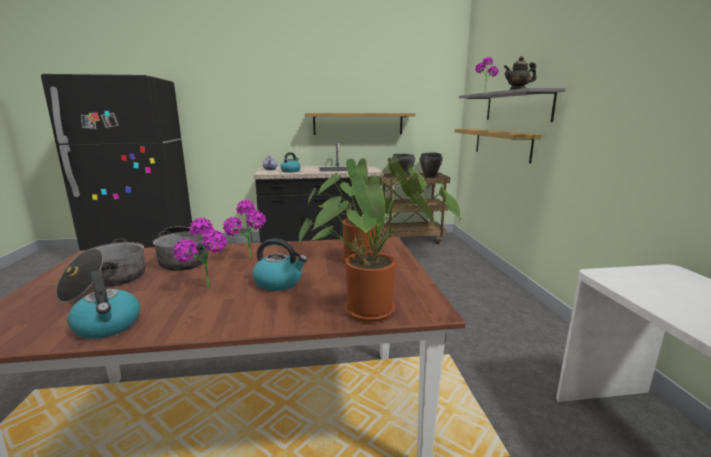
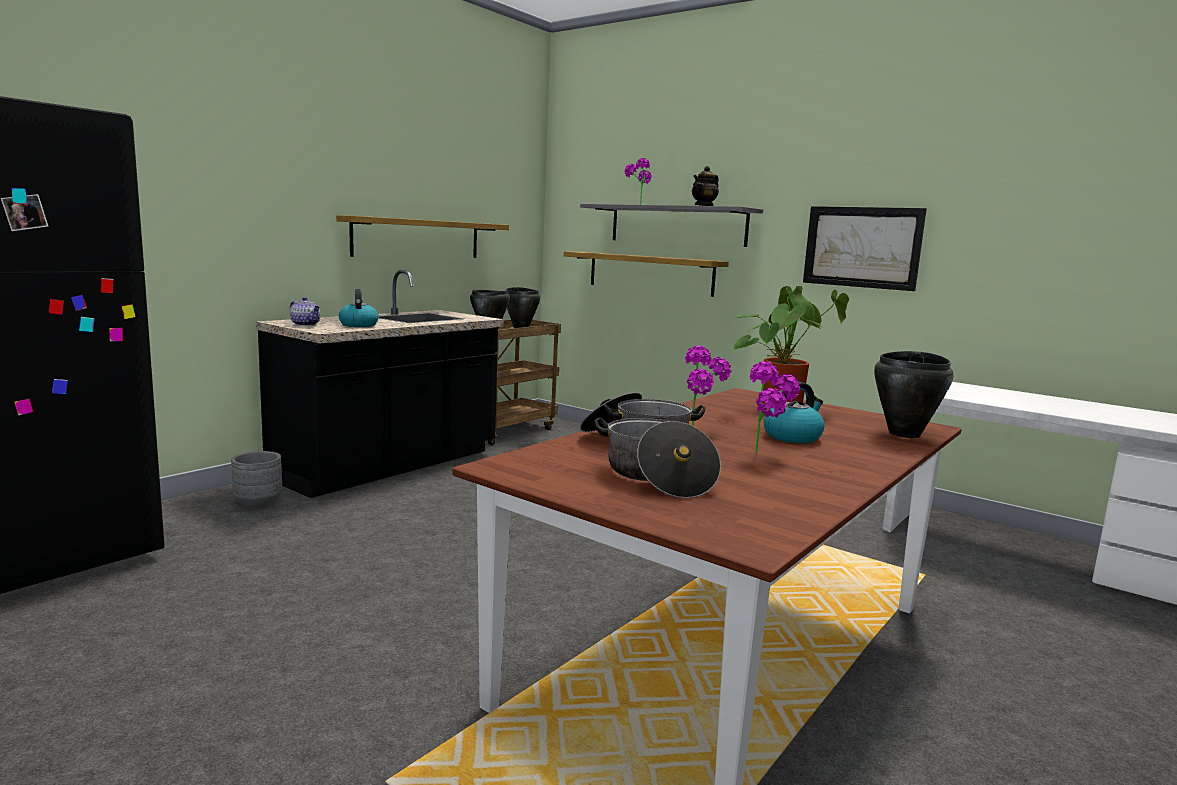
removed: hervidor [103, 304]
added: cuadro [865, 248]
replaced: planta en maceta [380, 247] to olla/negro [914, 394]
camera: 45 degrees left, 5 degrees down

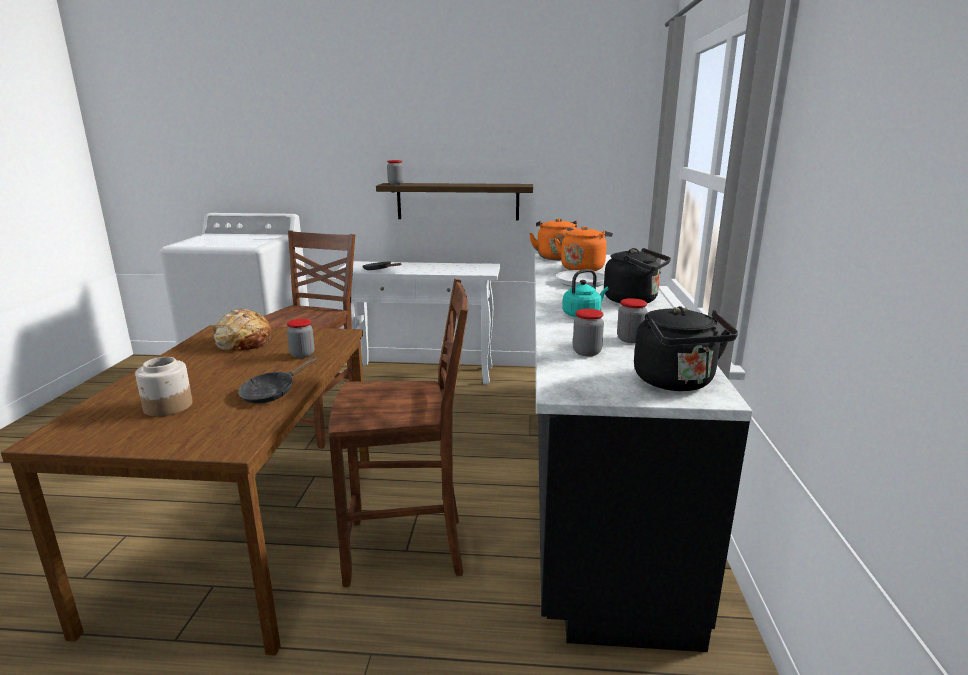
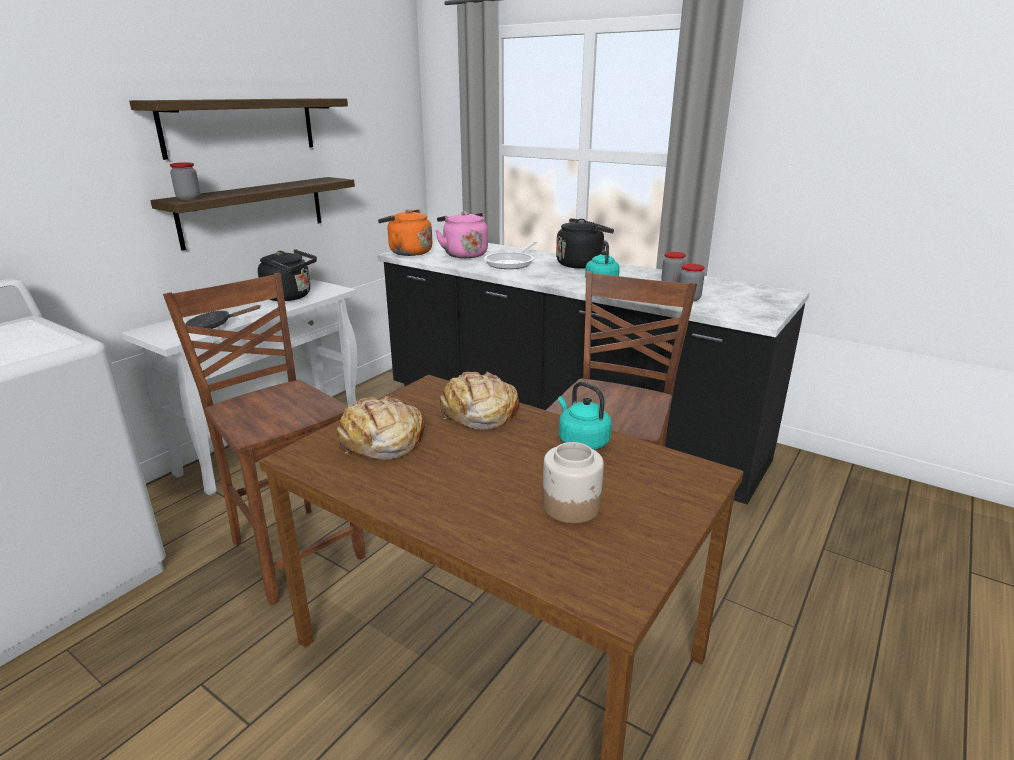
added: estante [238, 129]
moved: hervidor/negro [686, 348] to [287, 275]
replaced: tarro [300, 338] to pan [479, 401]; sartén/negro [277, 380] to hervidor/turquesa [585, 416]
recoloured: hervidor/naranja [584, 248] to hervidor/rosa [461, 234]
camera: 60 degrees left, 5 degrees up

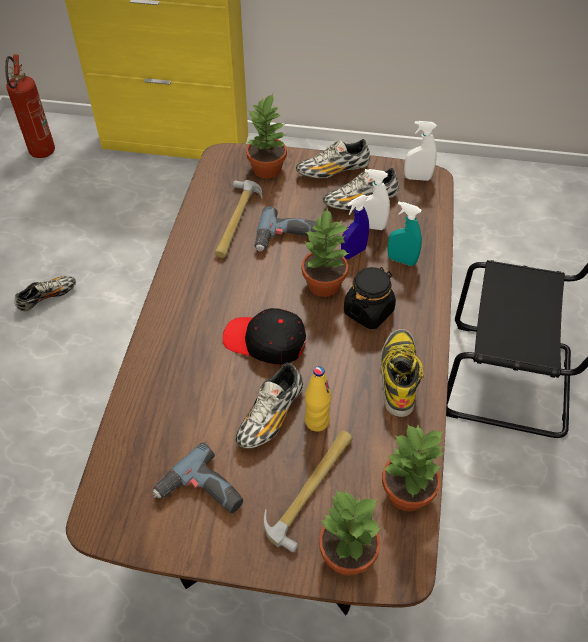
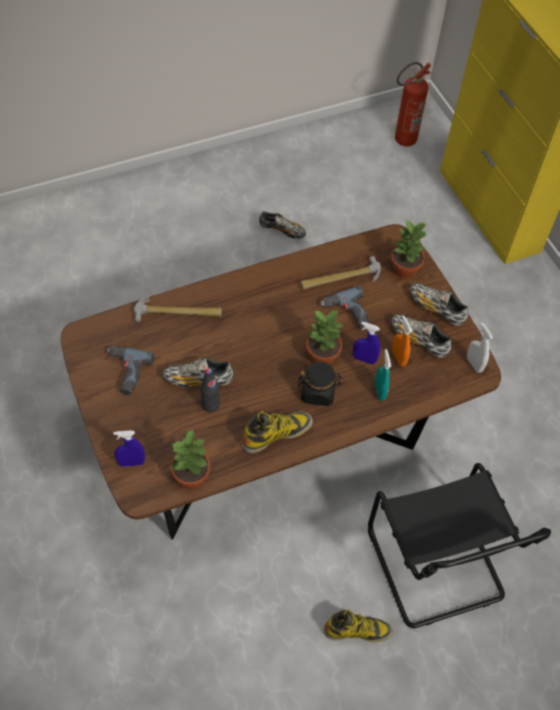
removed: gorra/negro [264, 336]
added: bota [358, 626]
moved: martillo [308, 491] to [178, 309]
replaced: planta en maceta [350, 533] to pulverizador/azul [129, 449]
recoloured: botella/amarillo [318, 399] to botella/negro [210, 390]; pulverizador/blanco [377, 199] to pulverizador/naranja [402, 341]
camera: 55 degrees right, 5 degrees up

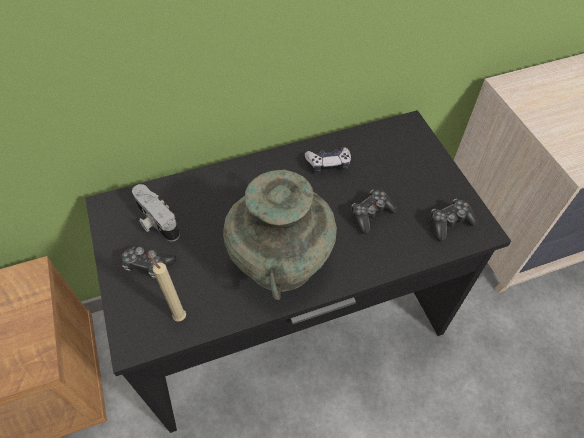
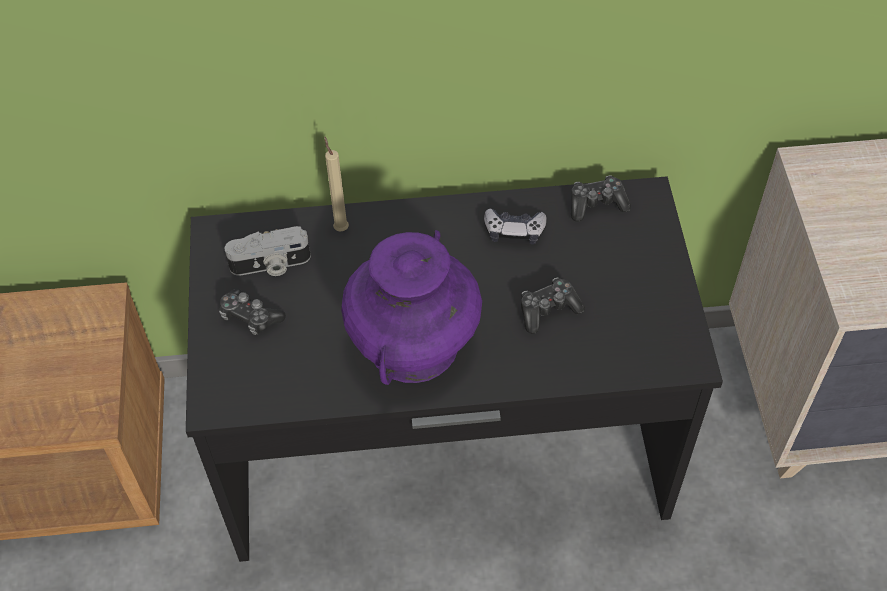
moved: vela/beis [167, 287] to [336, 184]; mando de consola [454, 220] to [601, 199]
recoloured: florero/turquesa [280, 234] to florero/morado [411, 307]
turned: cámara [156, 212] = [267, 251] 75 degrees counterclockwise
camera: 15 degrees right, 0 degrees up

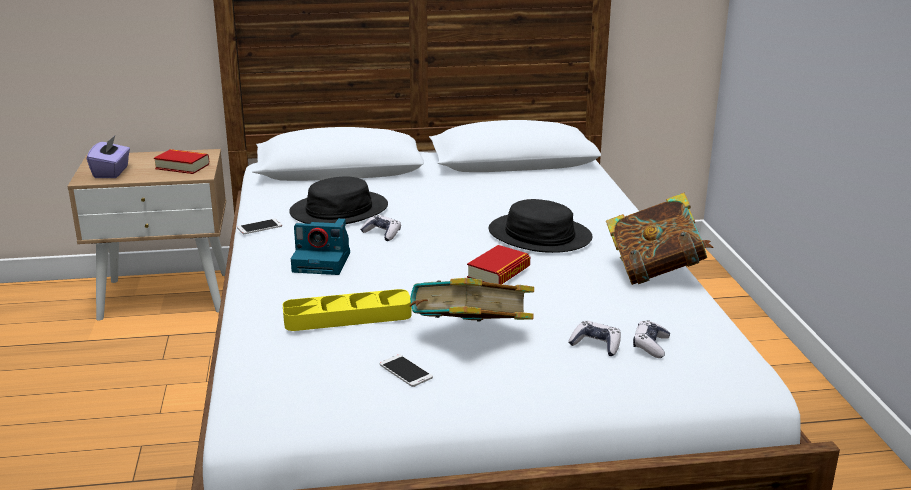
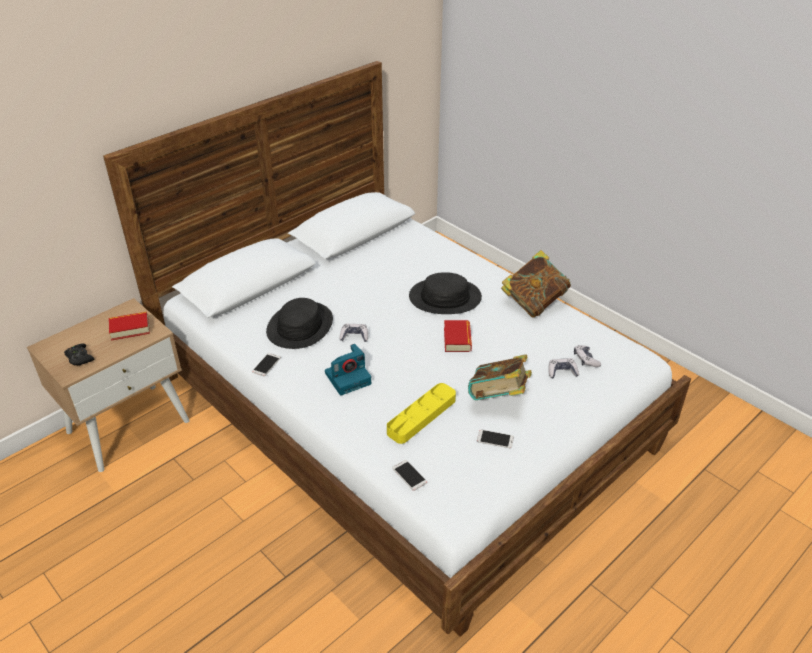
added: móvil [409, 475]
replaced: caja de pañuelos/morado [108, 157] to mando de consola/negro [79, 355]
camera: 35 degrees left, 15 degrees up

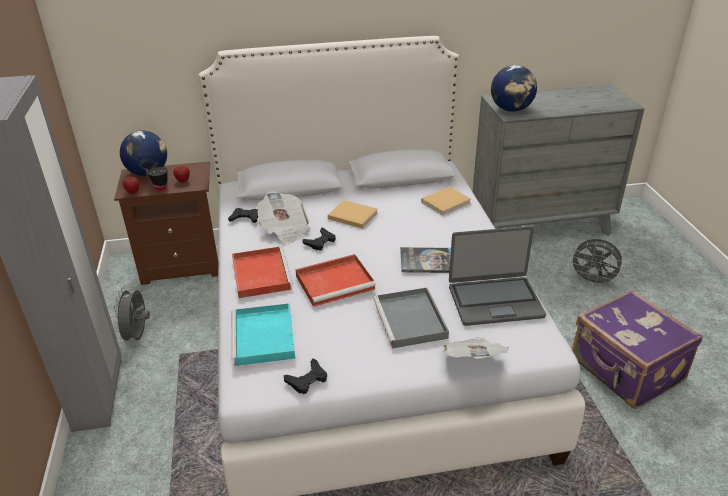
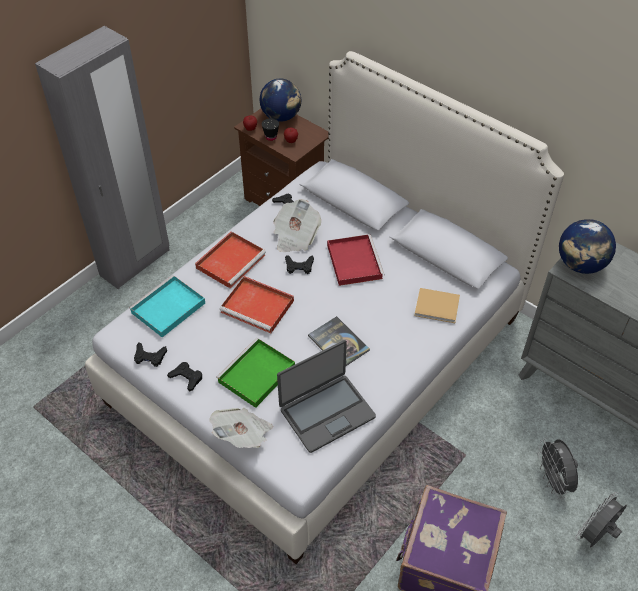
added: mando de consola/negro [184, 377]
moved: ventilador/gris [131, 315] to [601, 519]
replaced: libro/beis [353, 214] to bandeja/rojo [356, 260]
recoloured: bandeja/gris [411, 318] to bandeja/verde [255, 373]
turned: portátil [497, 276] = [326, 396] 75 degrees counterclockwise
camera: 50 degrees right, 15 degrees up

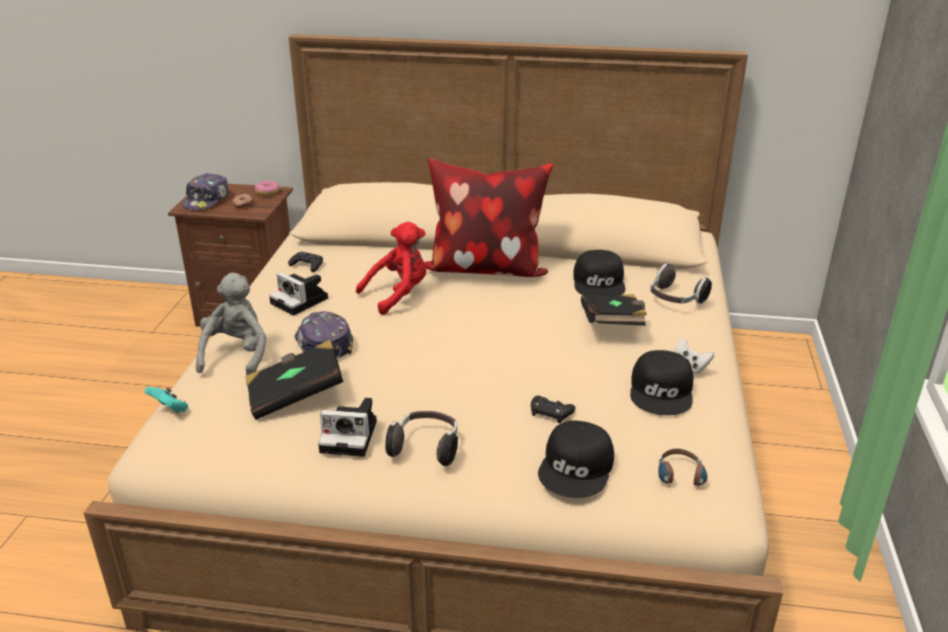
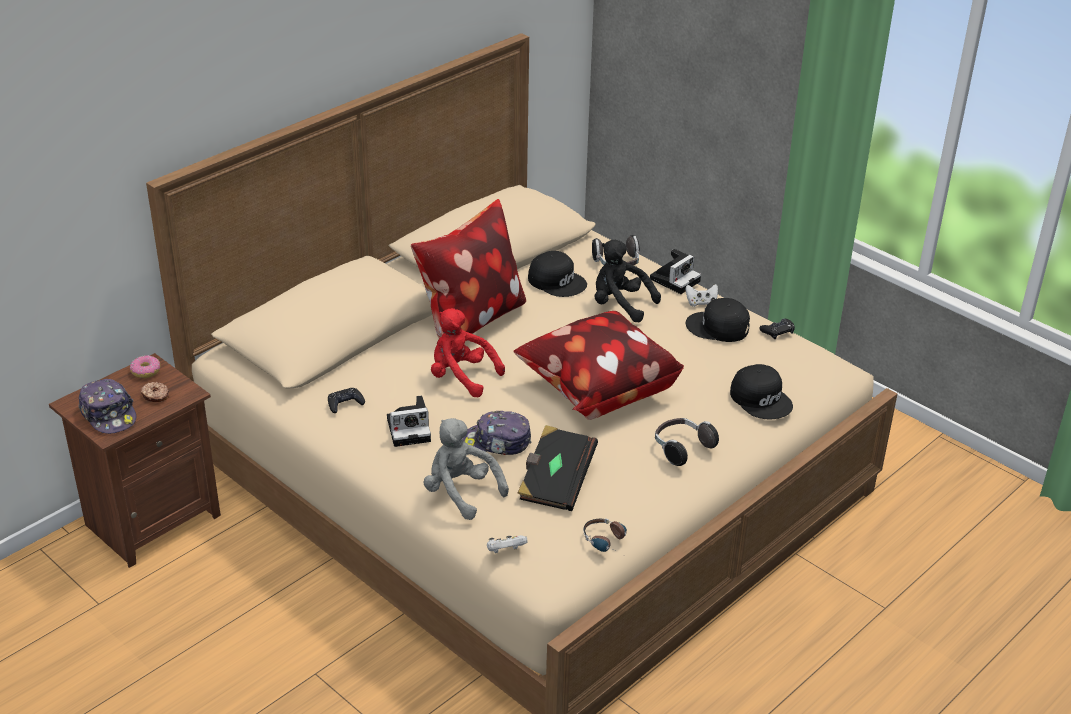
added: cojín [599, 365]
moved: auriculares [682, 470] to [605, 536]; cámara [347, 427] to [675, 271]; mando de consola/negro [553, 409] to [777, 329]
replaced: libro/negro [614, 310] to peluche/negro [627, 281]
recoloured: mando de consola/turquesa [166, 400] to mando de consola/blanco [507, 544]
turned: peluche/rojo [391, 268] = [468, 352] 60 degrees counterclockwise; gorra/negro [662, 382] = [718, 320] 150 degrees clockwise
camera: 55 degrees left, 5 degrees up

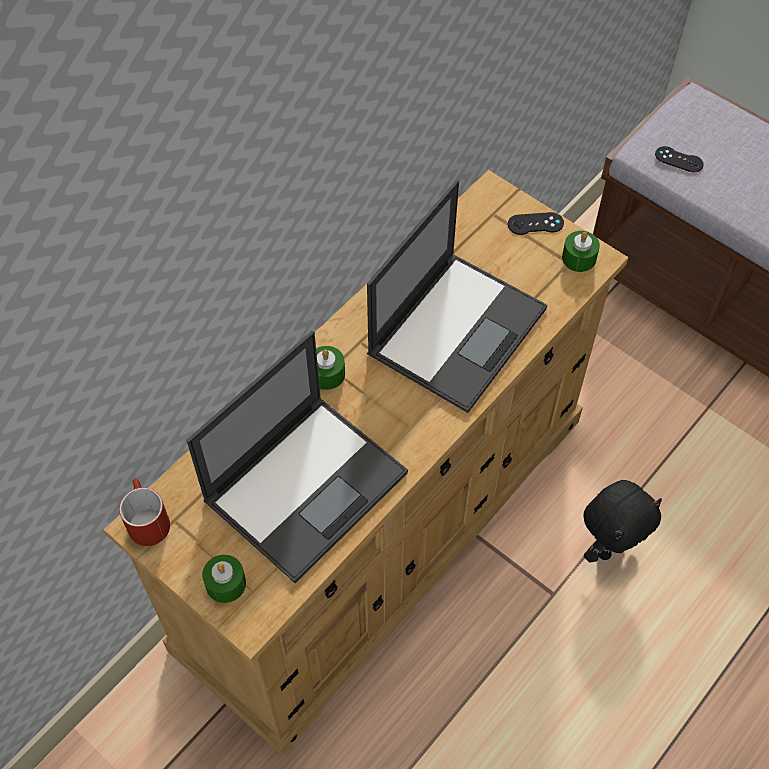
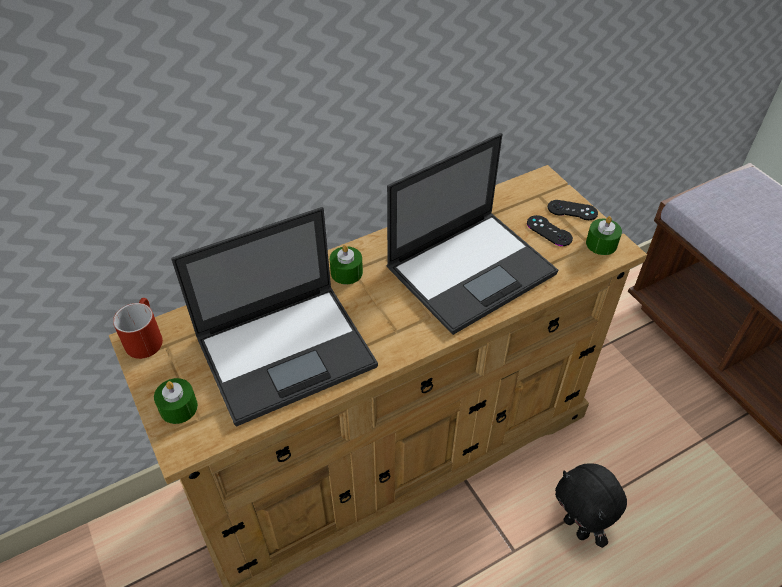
moved: mando de consola/negro [679, 159] to [550, 230]
turned: peluche/negro [623, 521] = [591, 505] 75 degrees clockwise
camera: 20 degrees right, 10 degrees down

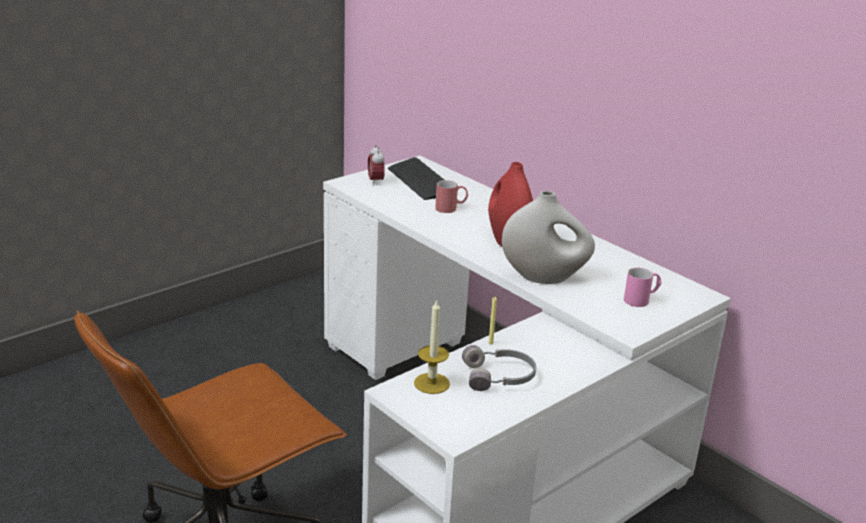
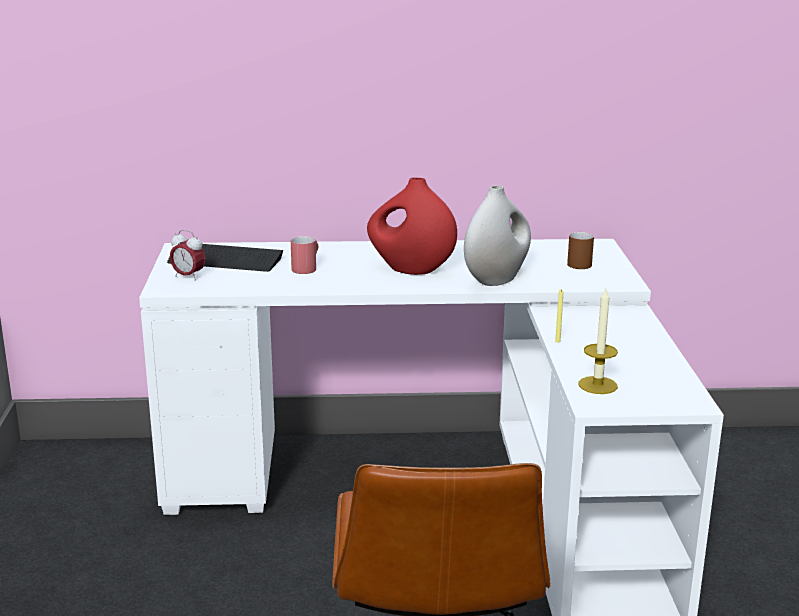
removed: auriculares/gris [499, 368]
recoloured: taza grande/rosa [642, 287] to taza grande/marrón [580, 250]
camera: 50 degrees left, 5 degrees down

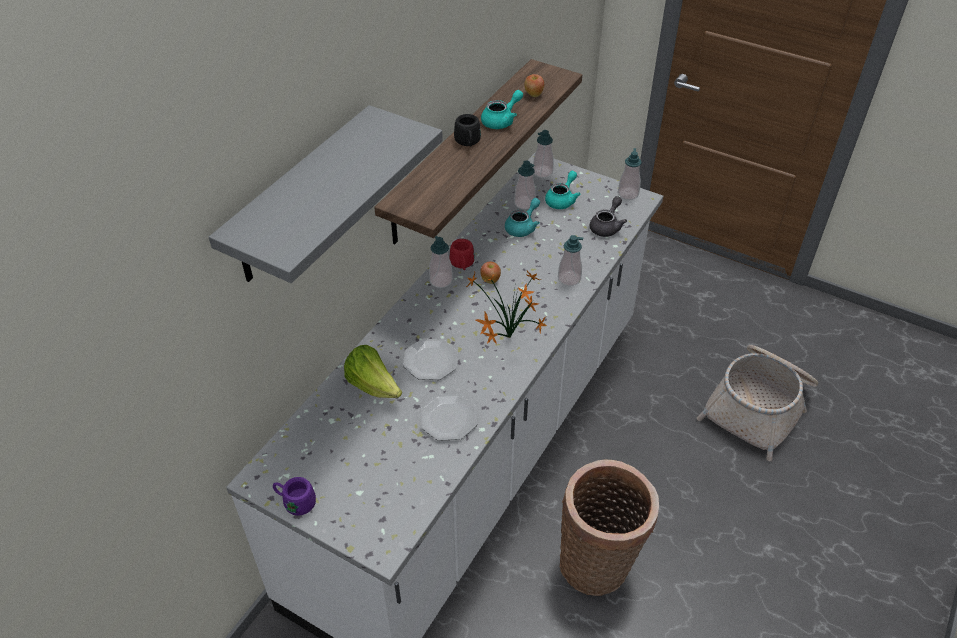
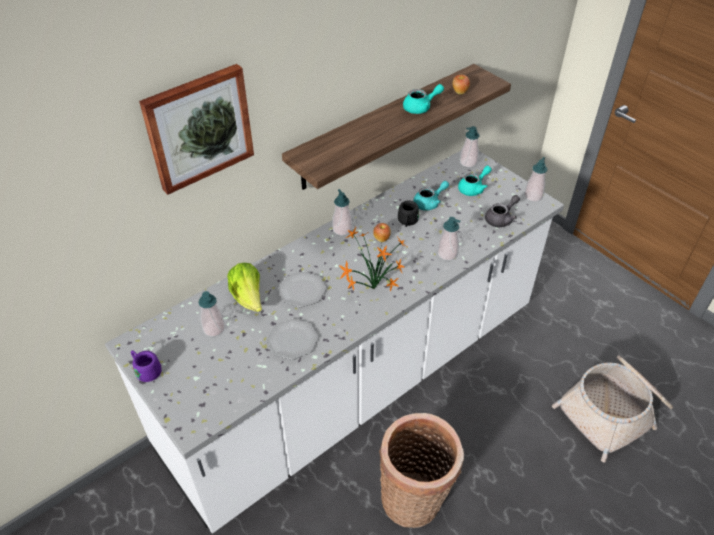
removed: taza grande/rojo [462, 254]
moved: dispensador de jabón [525, 184] to [211, 314]; taza grande/negro [467, 130] to [408, 214]
replaced: estante/gris [326, 194] to cuadro [196, 129]
camera: 20 degrees right, 0 degrees up

